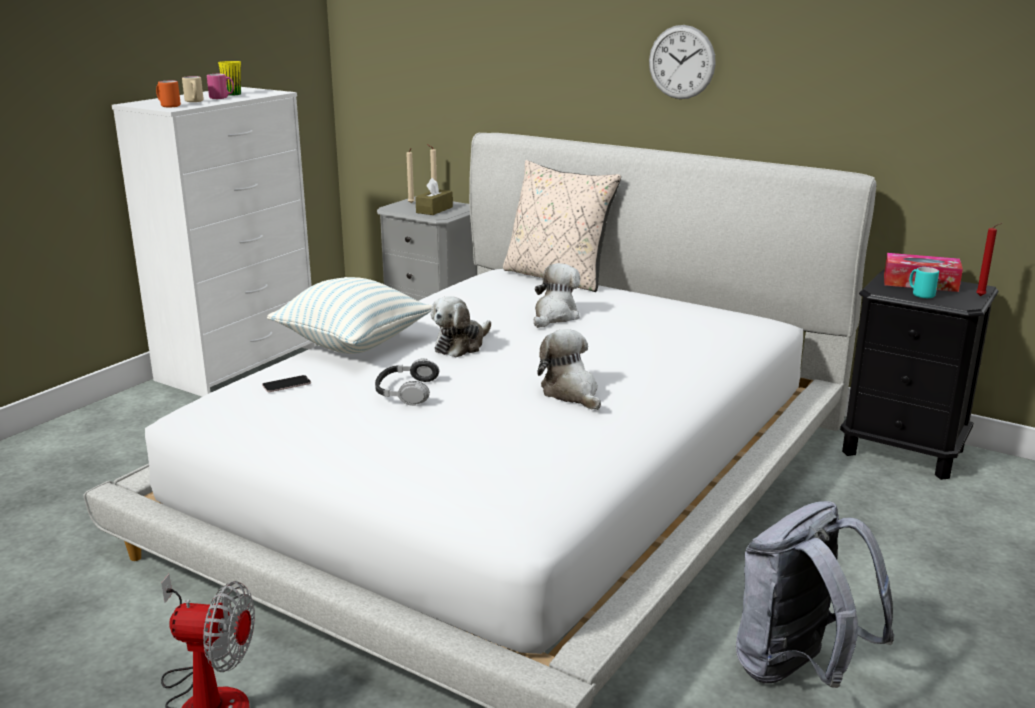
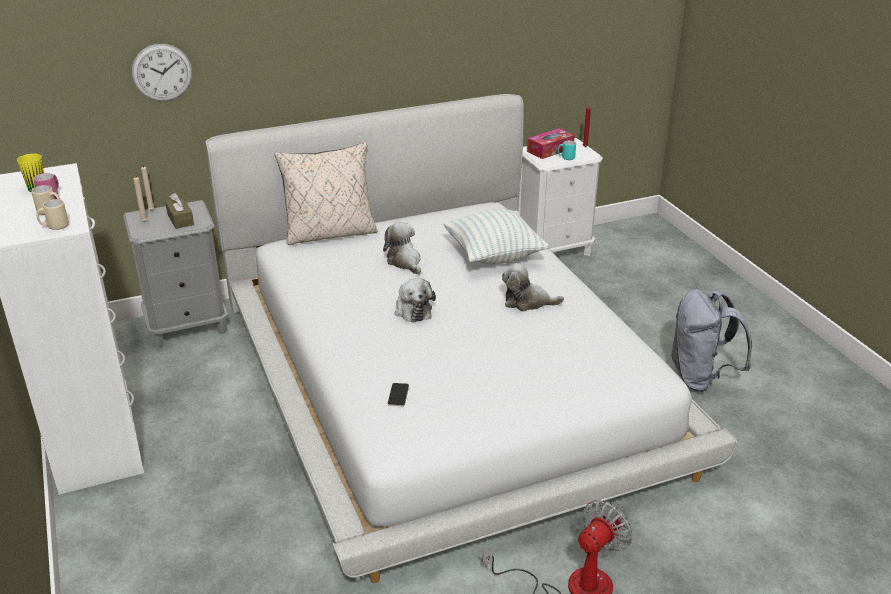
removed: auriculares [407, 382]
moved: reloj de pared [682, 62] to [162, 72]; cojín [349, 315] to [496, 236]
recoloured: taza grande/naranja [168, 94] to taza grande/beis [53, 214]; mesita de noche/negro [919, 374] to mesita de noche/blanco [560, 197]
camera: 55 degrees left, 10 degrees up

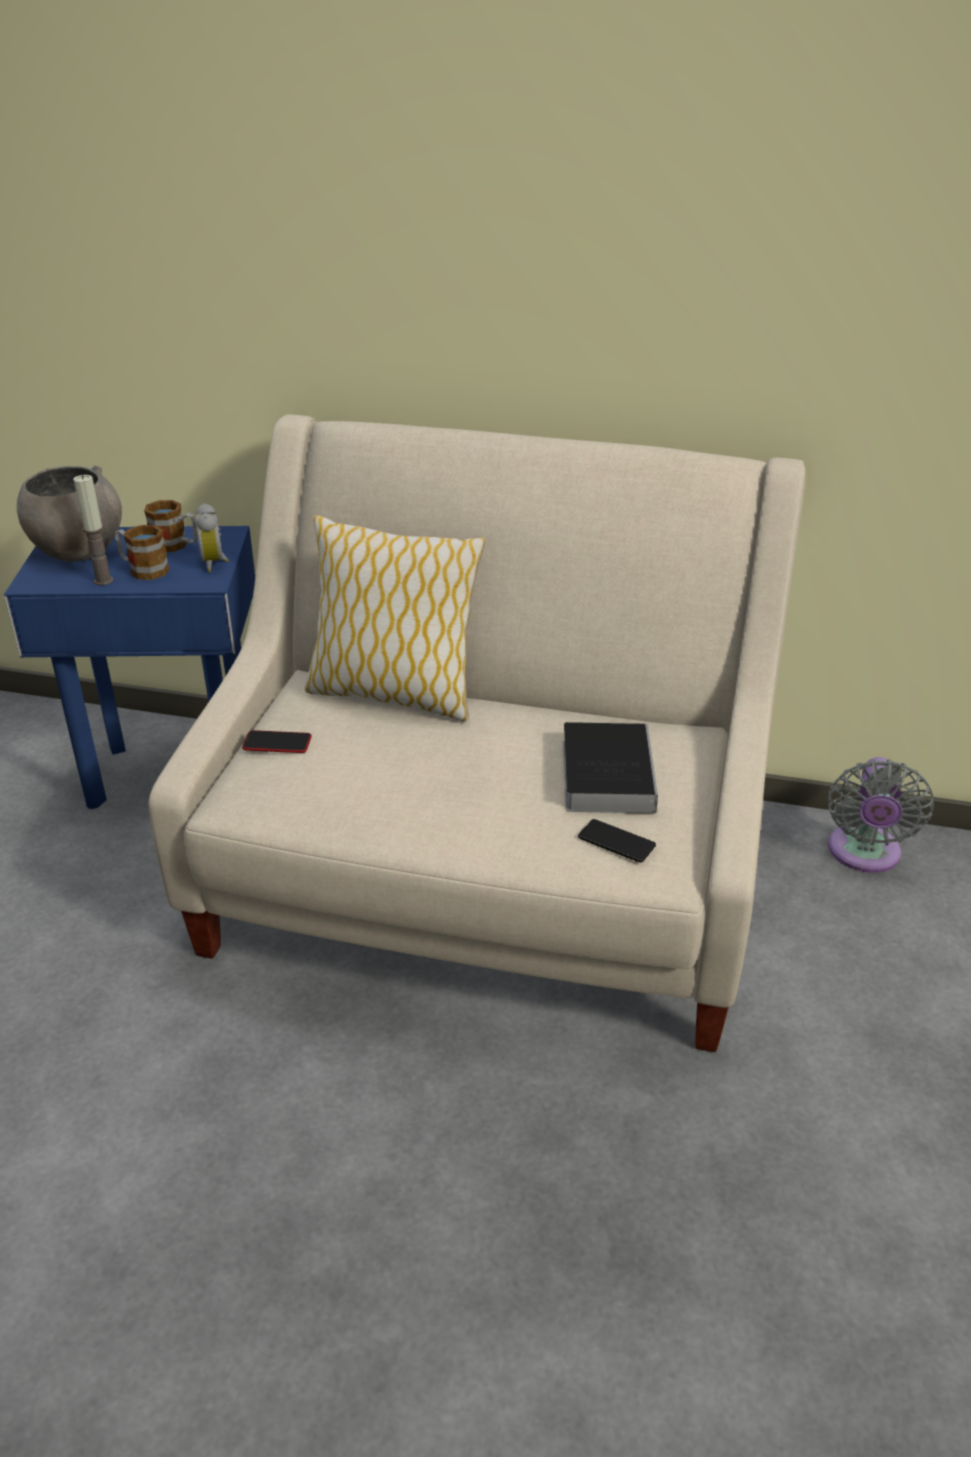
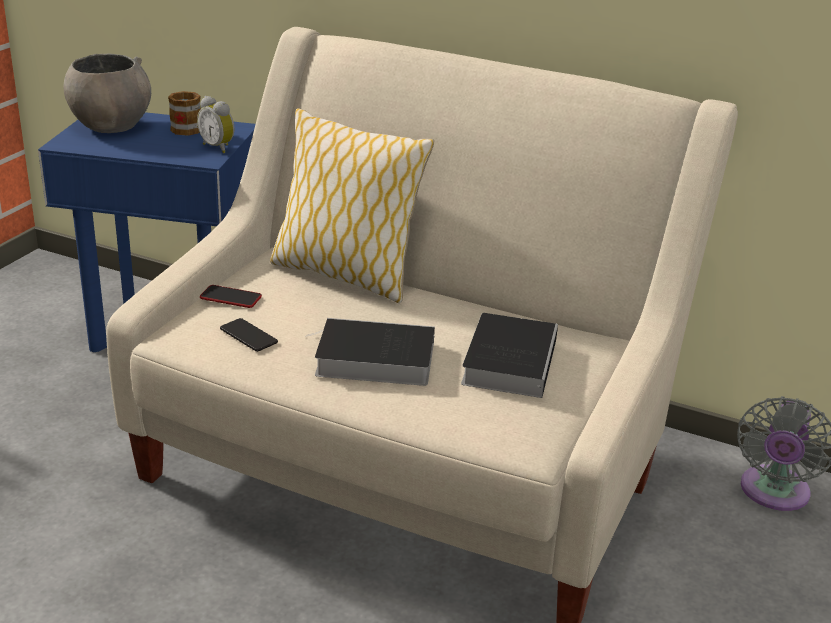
removed: vela [93, 530]; taza grande [142, 552]
added: libro [370, 352]
moved: móvil [617, 841] to [249, 335]
turned: despertador [212, 537] = [216, 125] 45 degrees counterclockwise
camera: 10 degrees right, 5 degrees down

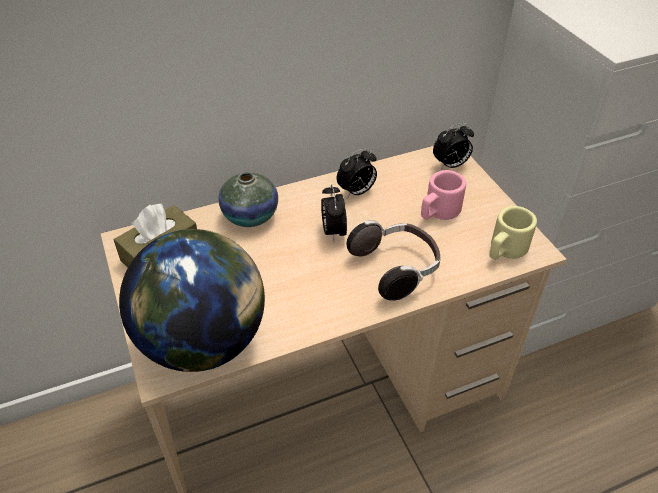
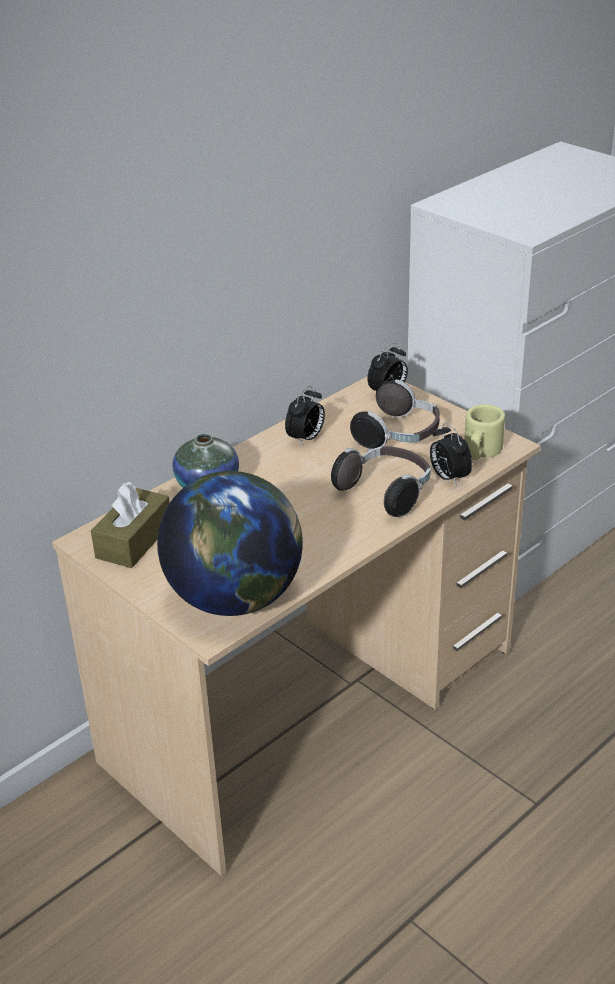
moved: despertador [334, 212] to [451, 454]
replaced: taza grande/rosa [443, 195] to auriculares [395, 414]
camera: 20 degrees left, 10 degrees down

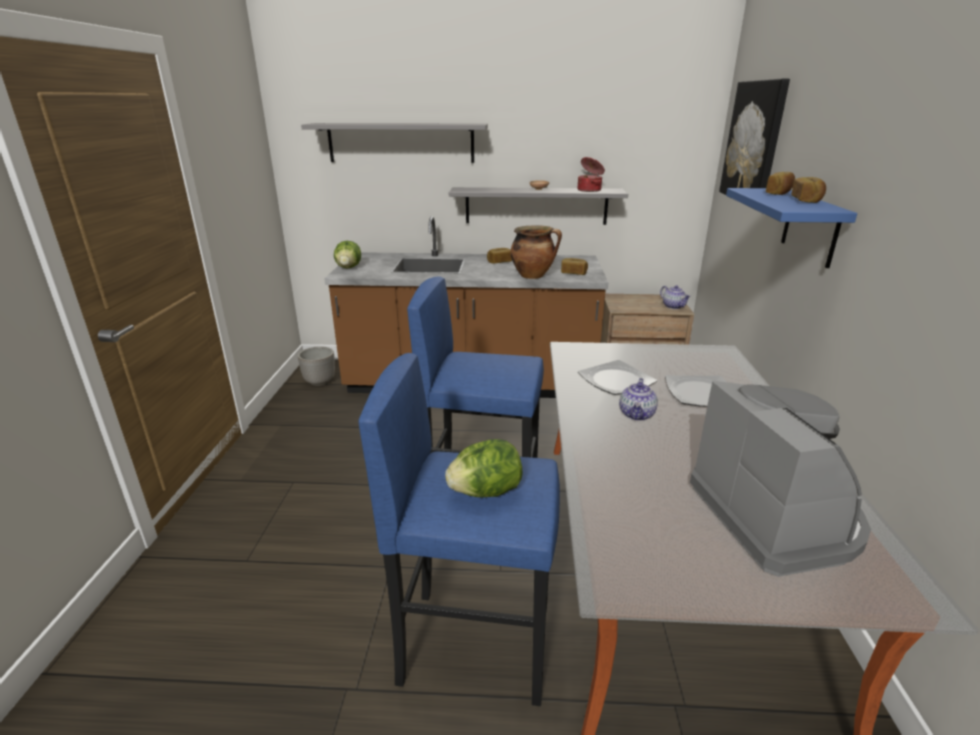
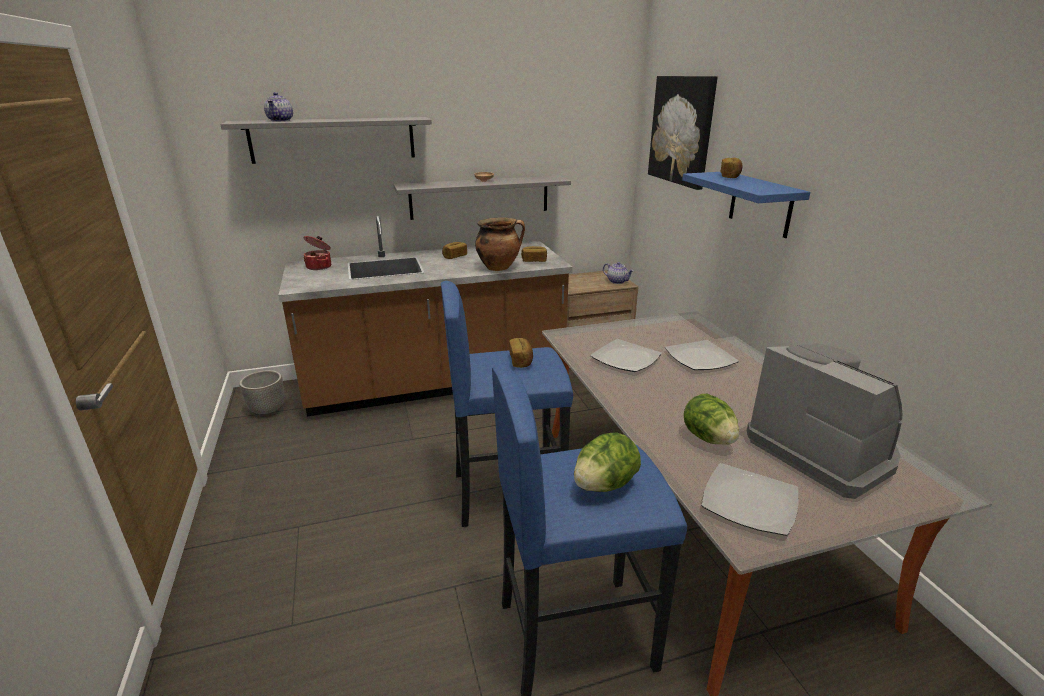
added: plato [750, 499]
moved: tetera [638, 399] to [278, 106]; olla [591, 174] to [317, 253]; pan [808, 190] to [521, 353]; lechuga [347, 255] to [711, 419]
camera: 20 degrees left, 0 degrees up

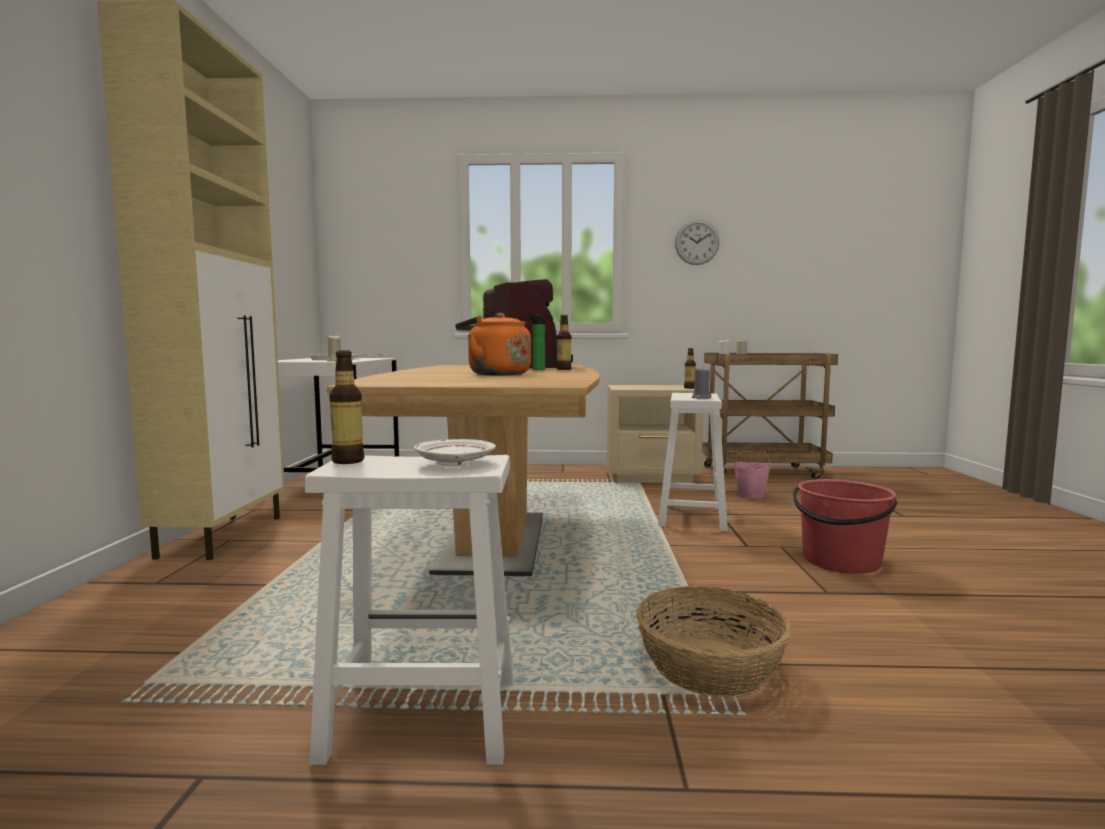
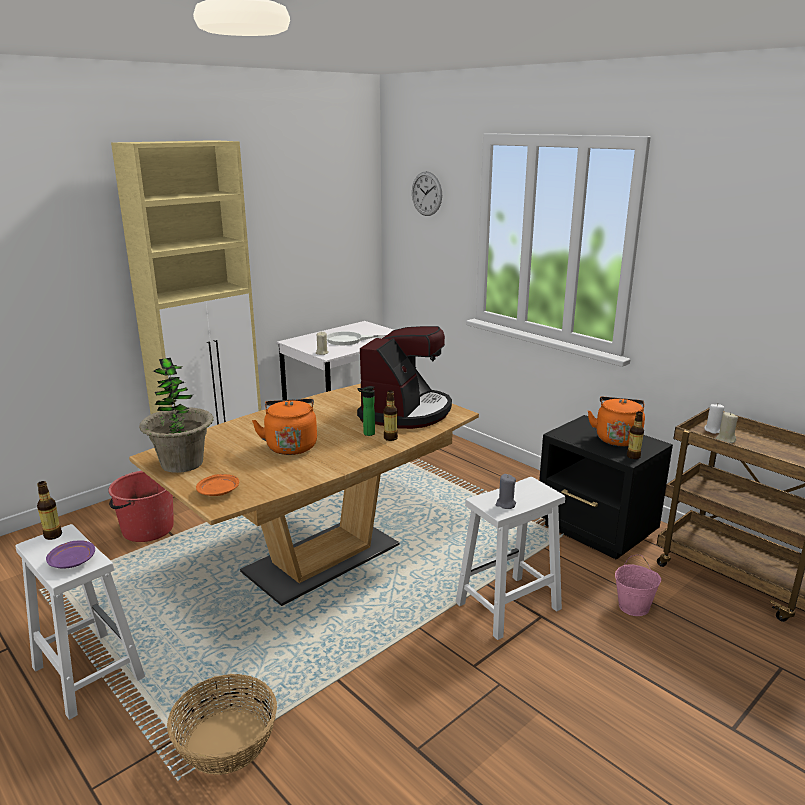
added: planta en maceta [176, 415]; plato/naranja [217, 485]; hervidor/naranja [616, 421]
moved: cubo/rojo [845, 526] to [141, 506]; reloj de pared [697, 242] to [427, 193]
recoloured: plato/blanco [455, 452] to plato/morado [70, 554]; mesita de noche/beis [655, 434] to mesita de noche/negro [606, 487]
camera: 45 degrees right, 15 degrees up

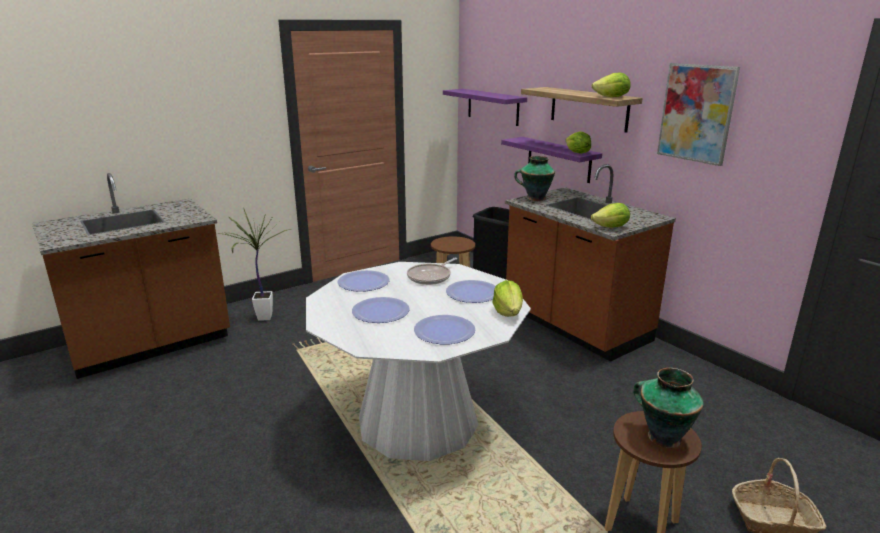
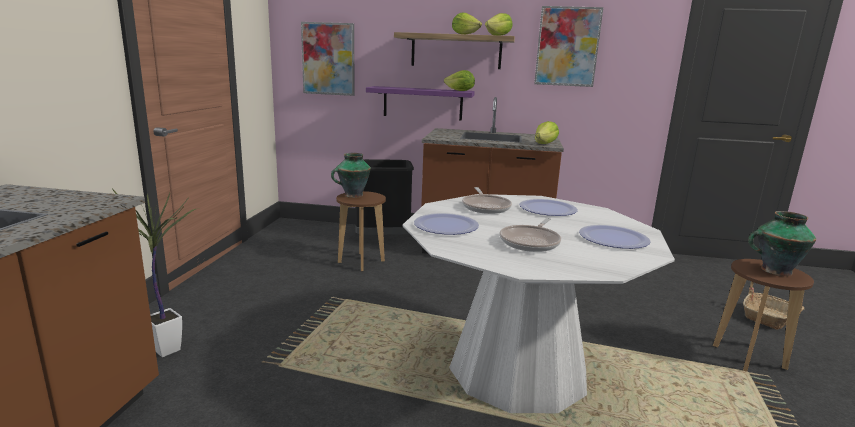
moved: florero [534, 178] to [351, 175]; lechuga [508, 298] to [467, 23]
replaced: estante/morado [485, 107] to cuadro [328, 59]; plato [381, 310] to sartén [530, 235]
camera: 45 degrees left, 5 degrees down

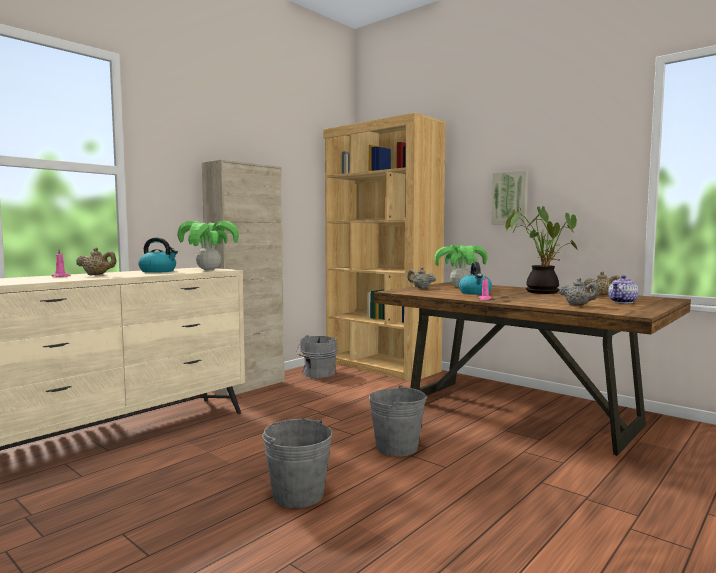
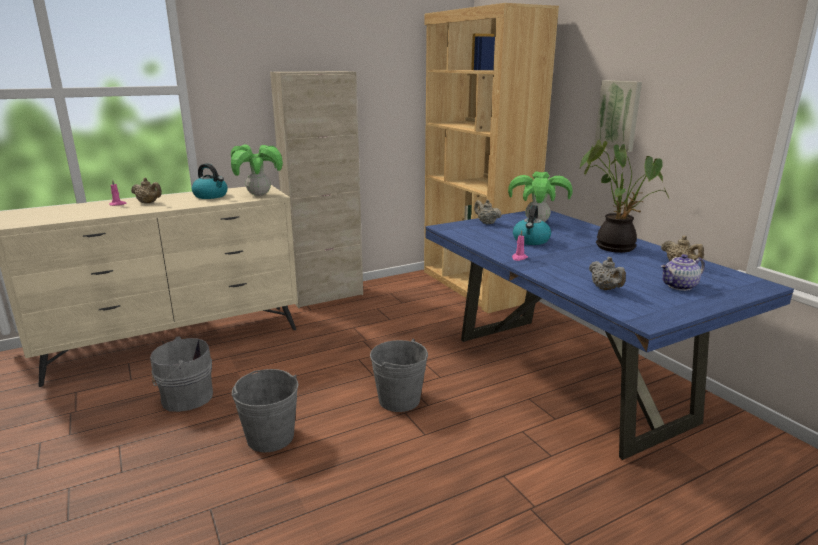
moved: cubo/gris [316, 356] to [181, 374]
recoloured: mesa de comedor/marrón [532, 369] to mesa de comedor/azul [610, 335]
camera: 20 degrees right, 15 degrees up

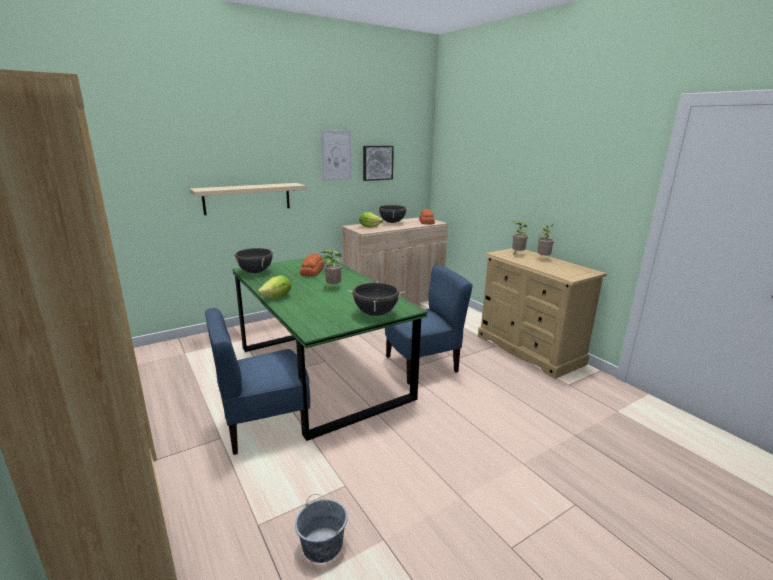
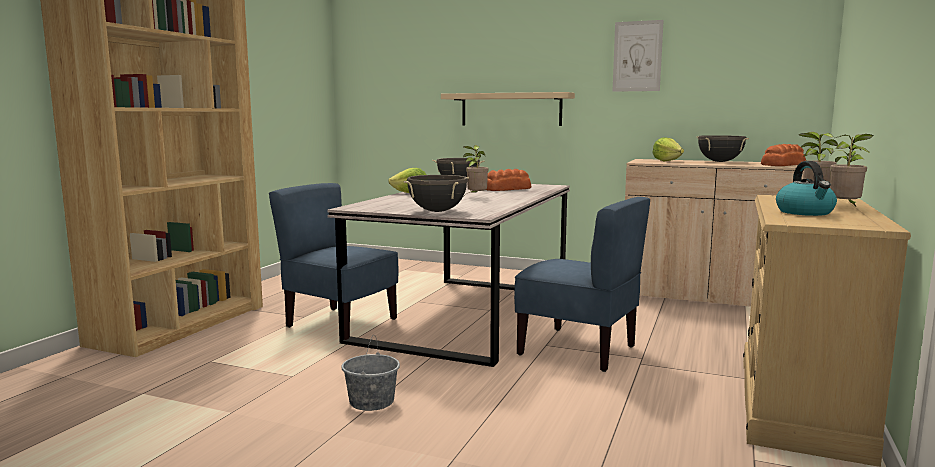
removed: cuadro [378, 163]
added: hervidor [806, 188]
moved: cubo/gris [321, 528] to [370, 373]
recoloured: mesa de comedor/verde [330, 348] to mesa de comedor/gris [448, 275]
camera: 55 degrees right, 10 degrees down

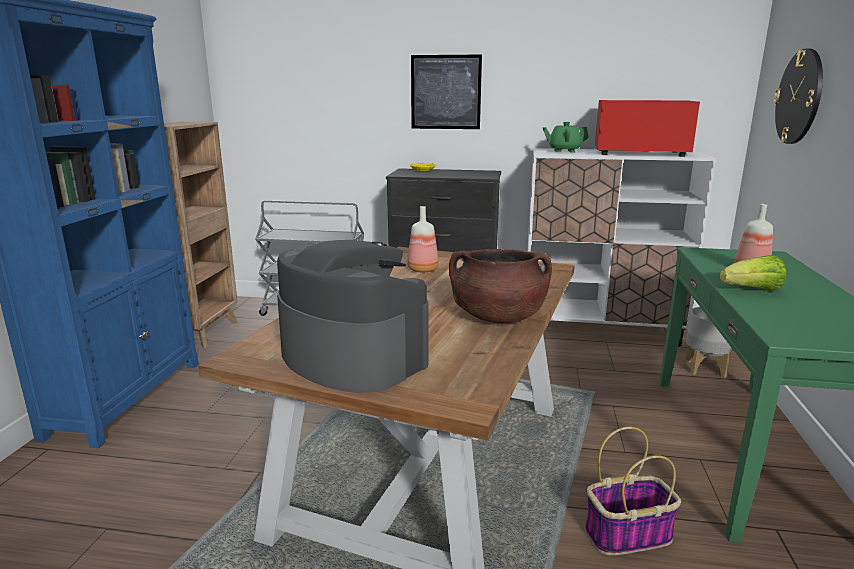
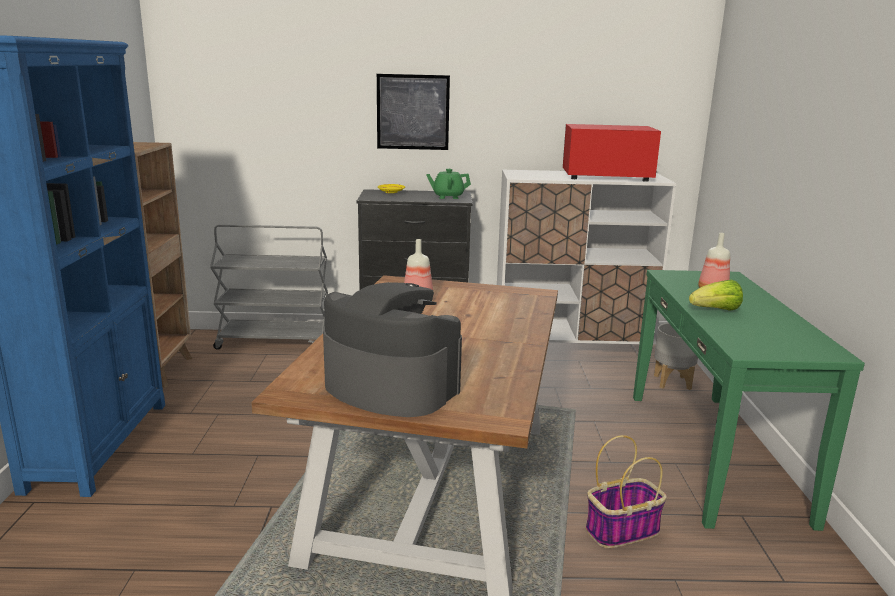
removed: olla/marrón [500, 286]; reloj de pared [798, 96]
moved: tetera/verde [566, 137] to [448, 184]
camera: 10 degrees left, 0 degrees up

